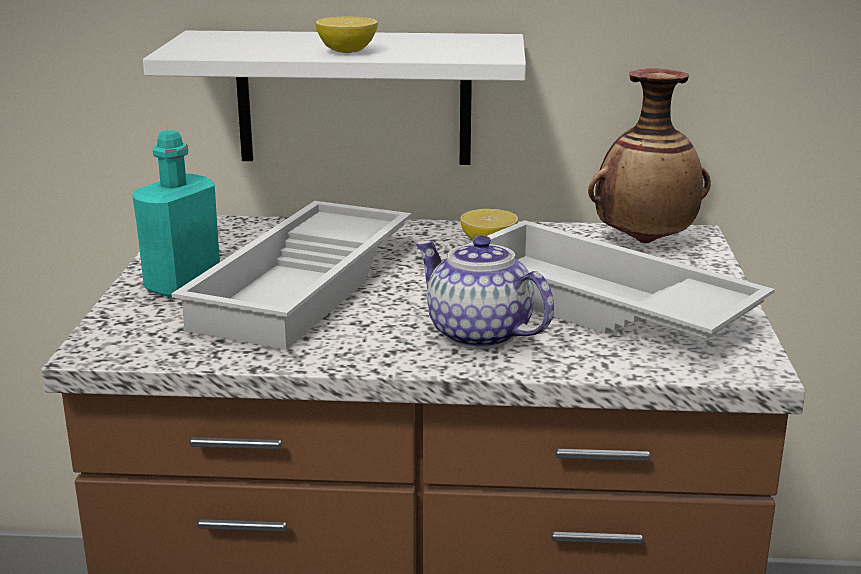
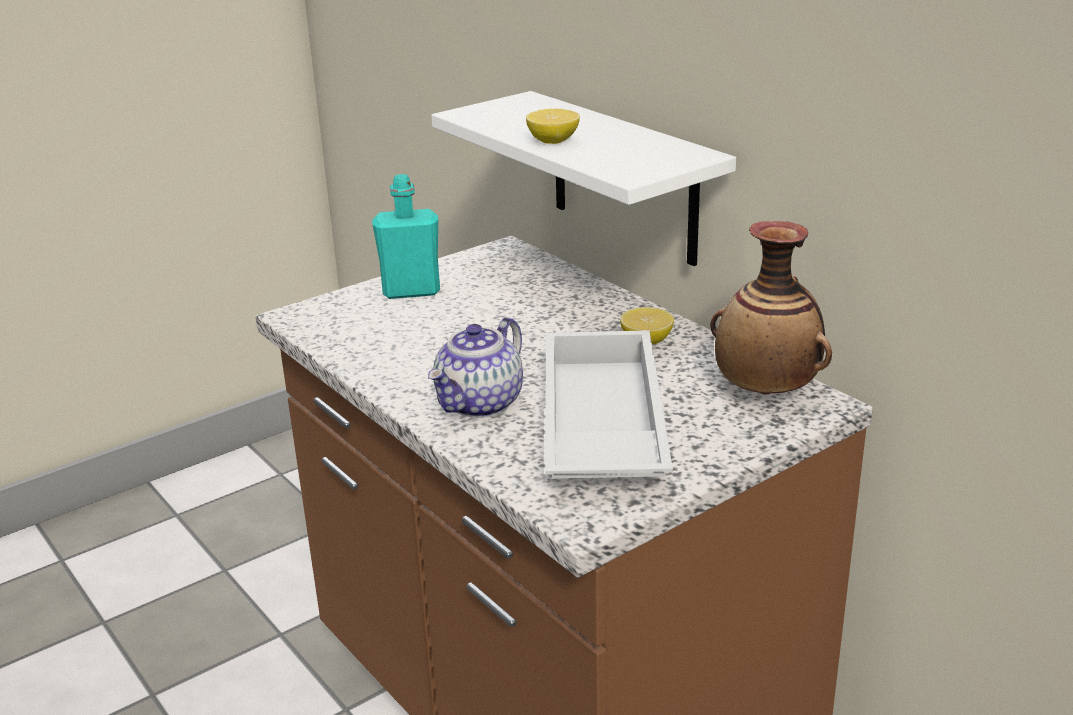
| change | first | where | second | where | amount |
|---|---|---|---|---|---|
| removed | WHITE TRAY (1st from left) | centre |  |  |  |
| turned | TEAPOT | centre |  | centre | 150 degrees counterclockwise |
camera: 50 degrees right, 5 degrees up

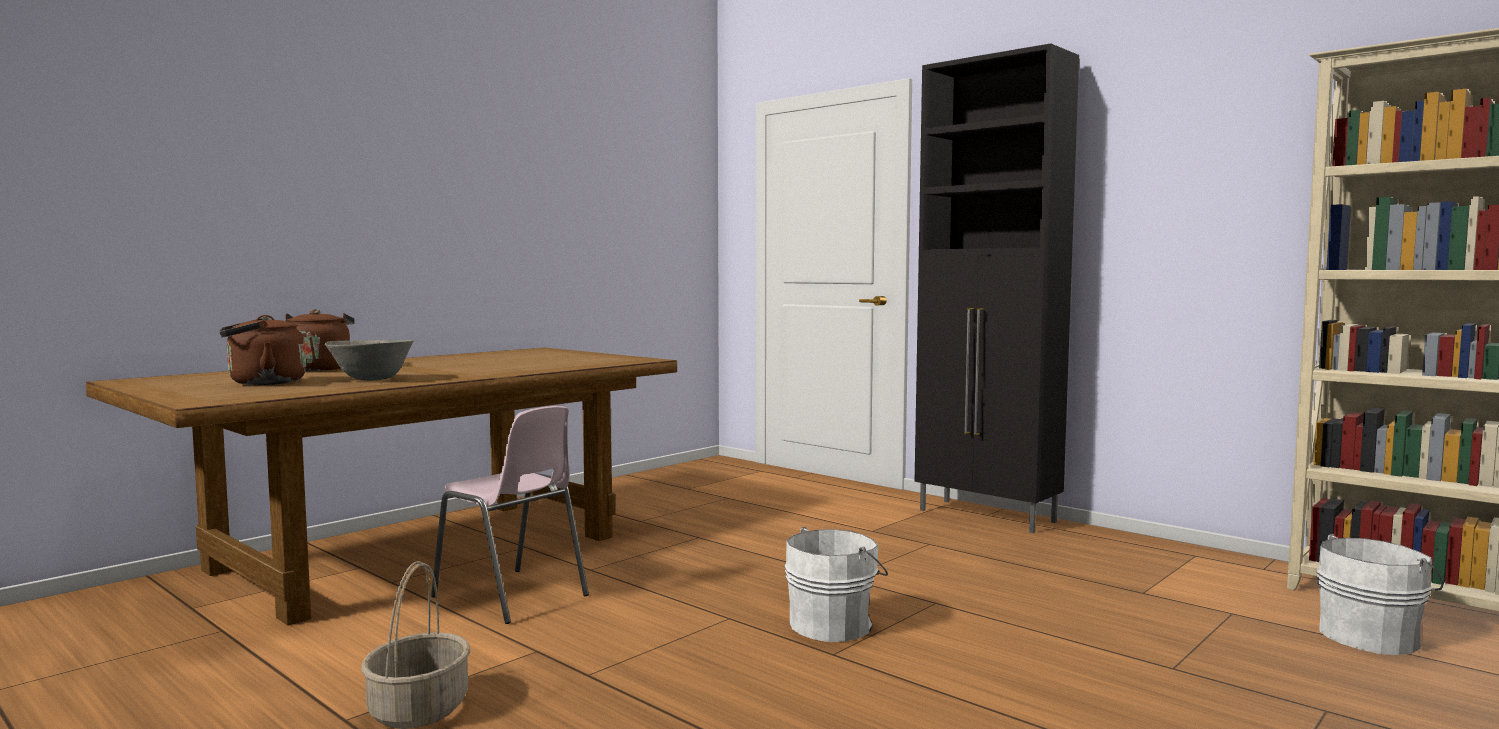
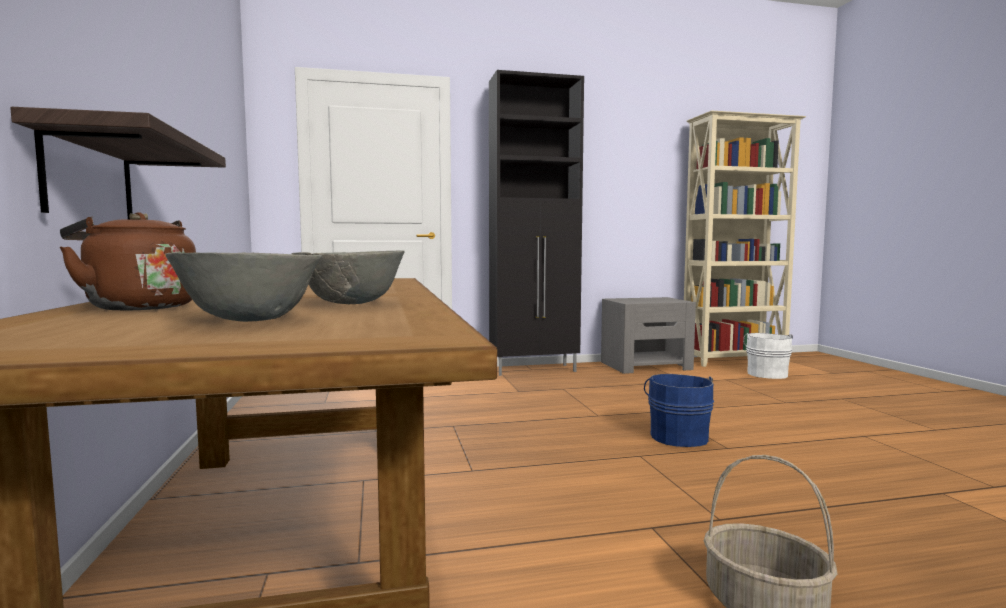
| change | first | where | second | where | amount |
|---|---|---|---|---|---|
| replaced | BROWN KETTLE (1st from left) | middle left | GREY BOWL (1st from left) | middle left |  |
| removed | PINK CHAIR | bottom centre |  |  |  |
| recoloured | WHITE BUCKET (1st from left) | bottom centre | BLUE BUCKET | bottom right |  |
| added |  |  | SHELF | top left |  |
| added |  |  | GREY NIGHTSTAND | centre |  |
camera: 55 degrees left, 0 degrees up

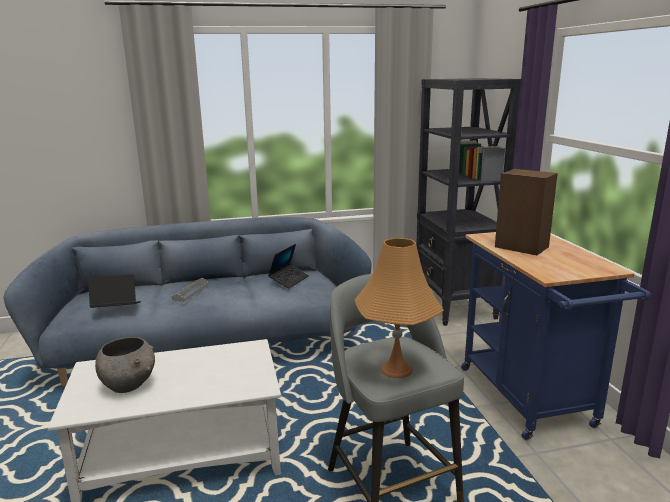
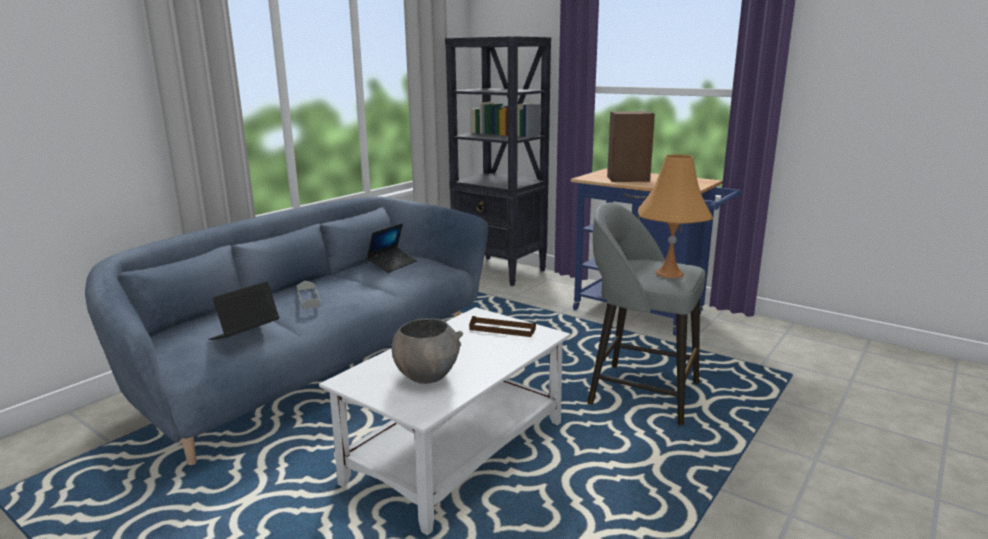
| change | first | where | second | where | amount |
|---|---|---|---|---|---|
| turned | LAPTOP (2nd from left) | centre |  | centre | 45 degrees clockwise |
| added |  |  | BROWN TRAY | centre |  |
camera: 40 degrees left, 0 degrees up

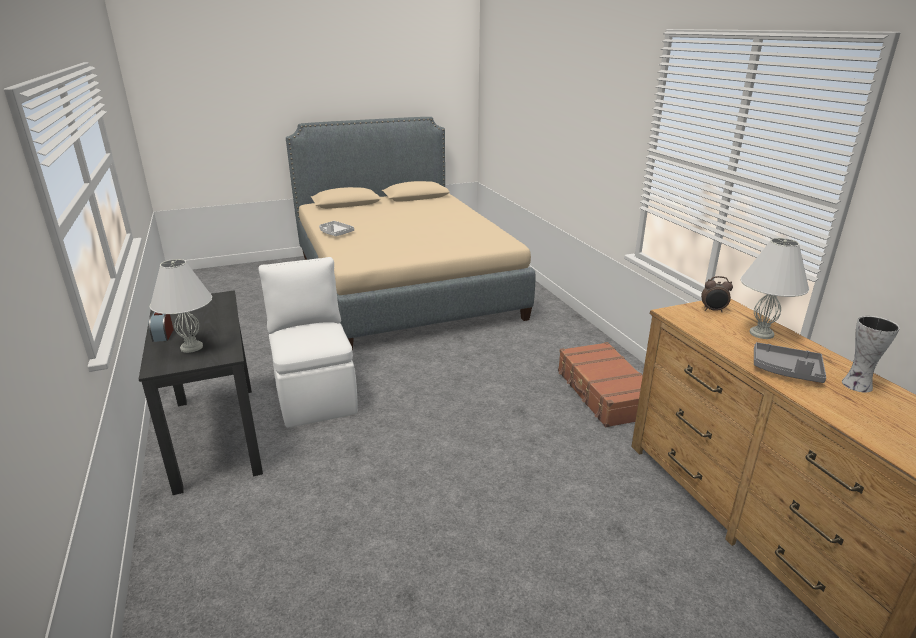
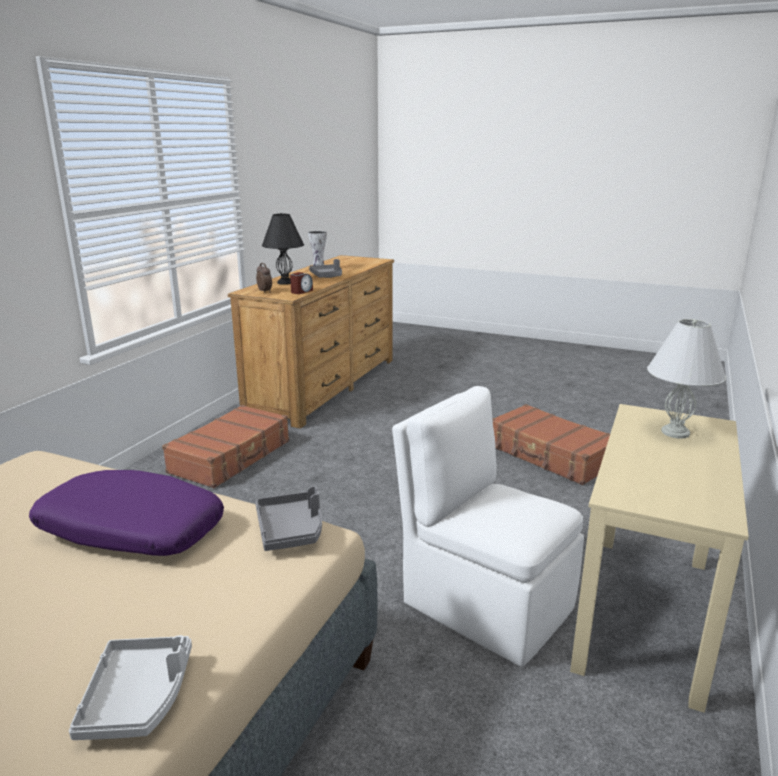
| change | first | where | second | where | amount |
|---|---|---|---|---|---|
| recoloured | BLACK DESK | middle left | BEIGE DESK | bottom right |  |
| moved | ALARM CLOCK (1st from left in the first image) | middle left | ALARM CLOCK (2nd from left) | centre |  |
| turned | WHITE CHAIR | centre |  | bottom centre | 105 degrees clockwise |
| recoloured | WHITE TABLE LAMP (2nd from left) | middle right | BLACK TABLE LAMP | top centre |  |
| added |  |  | PURPLE PILLOW | middle left |  |
| added |  |  | GREY TRAY (2nd from left) | bottom centre |  |
| added |  |  | BROWN SUITCASE (2nd from left) | middle right |  |
camera: 135 degrees left, 5 degrees down

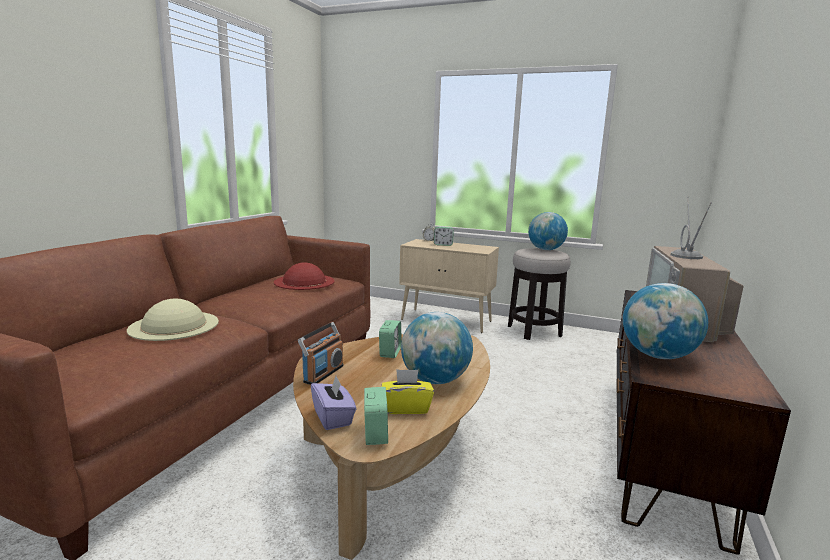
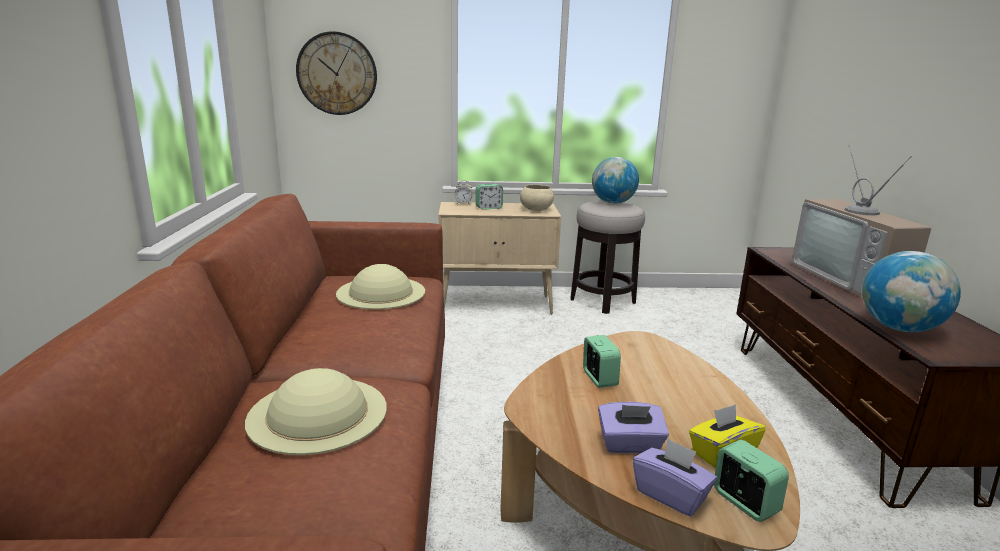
| change | first | where | second | where | amount |
|---|---|---|---|---|---|
| recoloured | RED HAT | centre | BEIGE HAT (2nd from left) | centre |  |
| removed | RADIO | centre |  |  |  |
| removed | GLOBE (1st from left) | centre |  |  |  |
| added |  |  | WALL CLOCK | top centre |  |
| added |  |  | BEIGE BOWL | centre |  |
| added |  |  | PURPLE TISSUE BOX (1st from left) | bottom centre |  |
camera: 25 degrees left, 5 degrees up

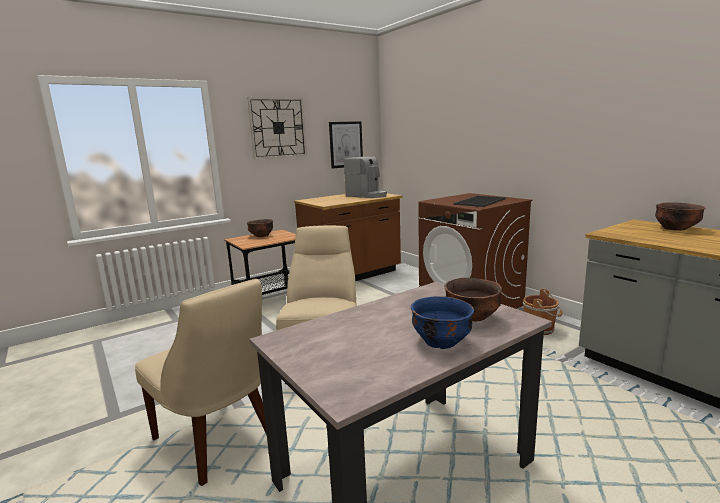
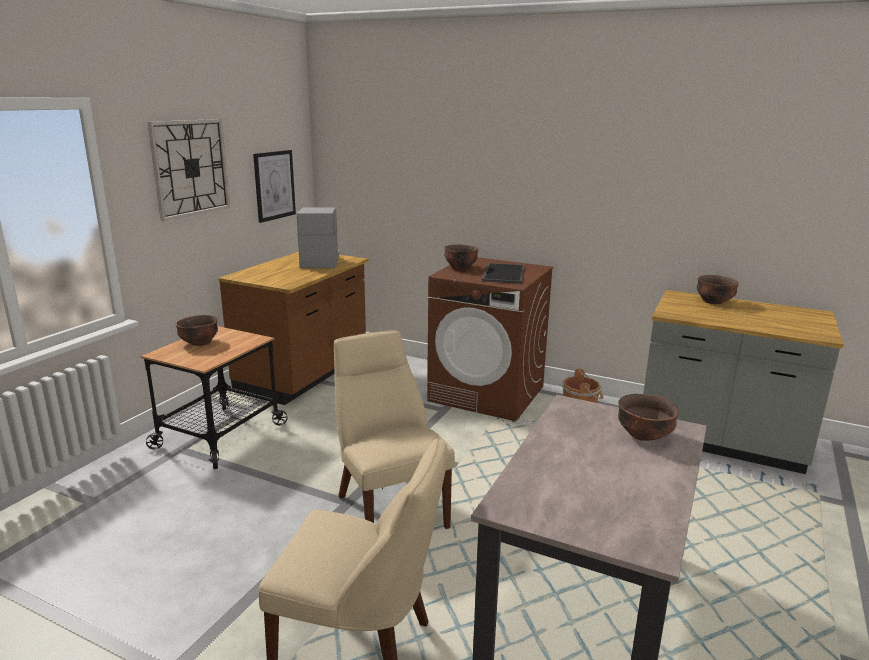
| change | first | where | second | where | amount |
|---|---|---|---|---|---|
| turned | COFFEE MACHINE | centre |  | centre | 105 degrees counterclockwise |
| removed | BLUE BOWL | centre |  |  |  |
| added |  |  | BROWN BOWL (2nd from left) | centre |  |
camera: 30 degrees left, 5 degrees up

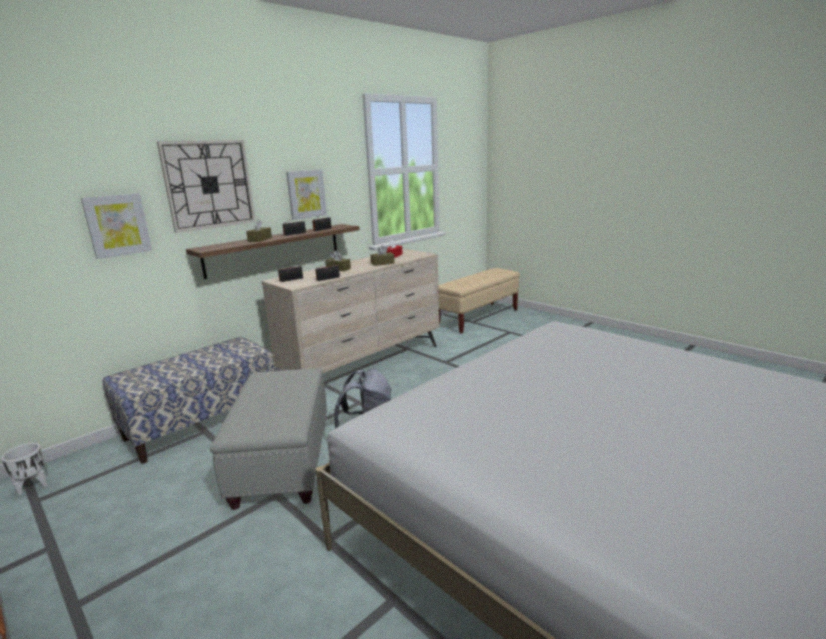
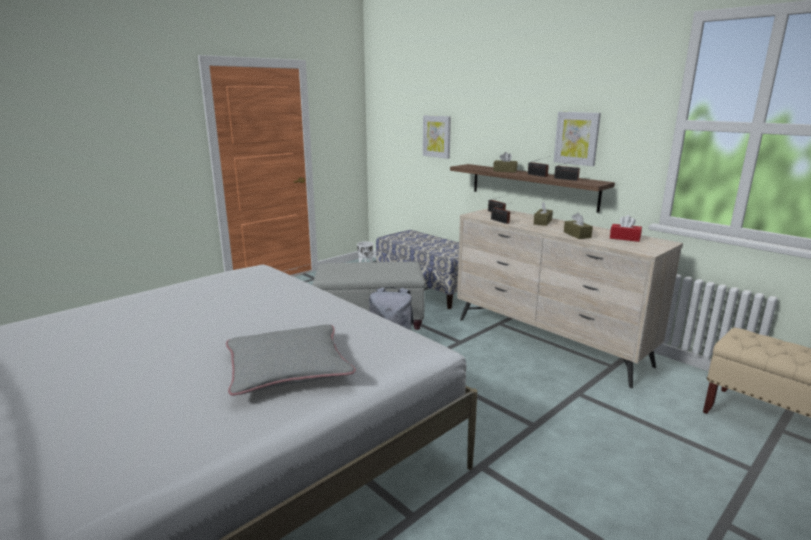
| change | first | where | second | where | amount |
|---|---|---|---|---|---|
| removed | WALL CLOCK | top left |  |  |  |
| added |  |  | GREY PILLOW | bottom centre |  |
camera: 90 degrees right, 0 degrees up

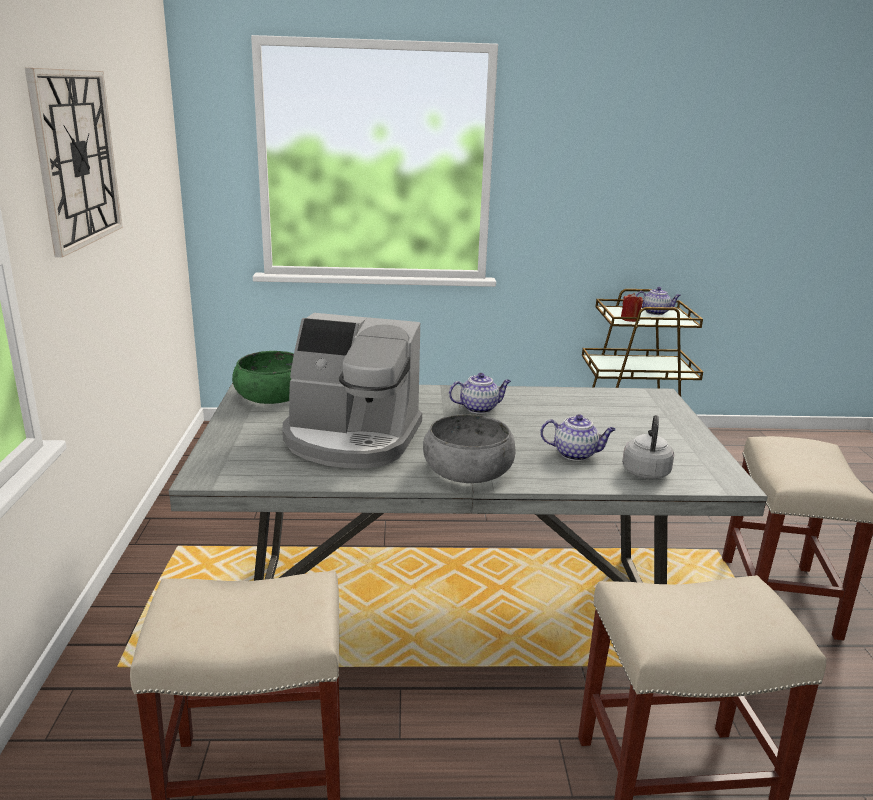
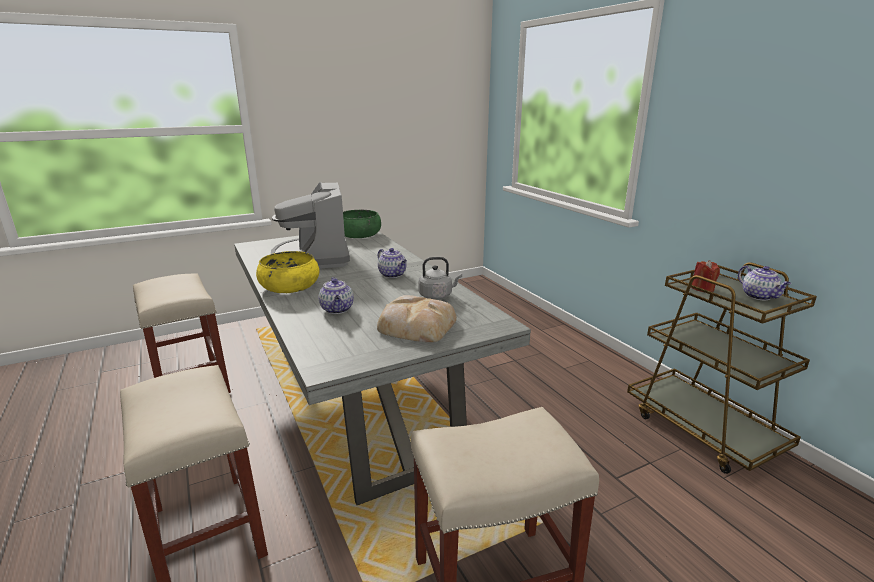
| change | first | where | second | where | amount |
|---|---|---|---|---|---|
| removed | WALL CLOCK | top left |  |  |  |
| recoloured | GREY BOWL | centre | YELLOW BOWL | middle left |  |
| moved | GREY KETTLE | middle right |  | centre |  |
| added |  |  | BREAD | centre |  |
camera: 65 degrees right, 0 degrees up

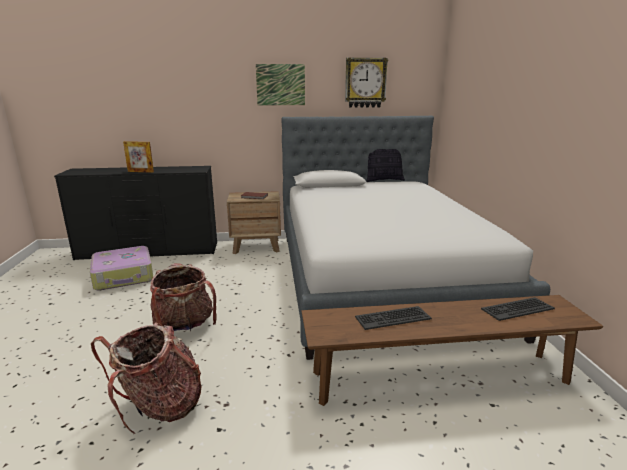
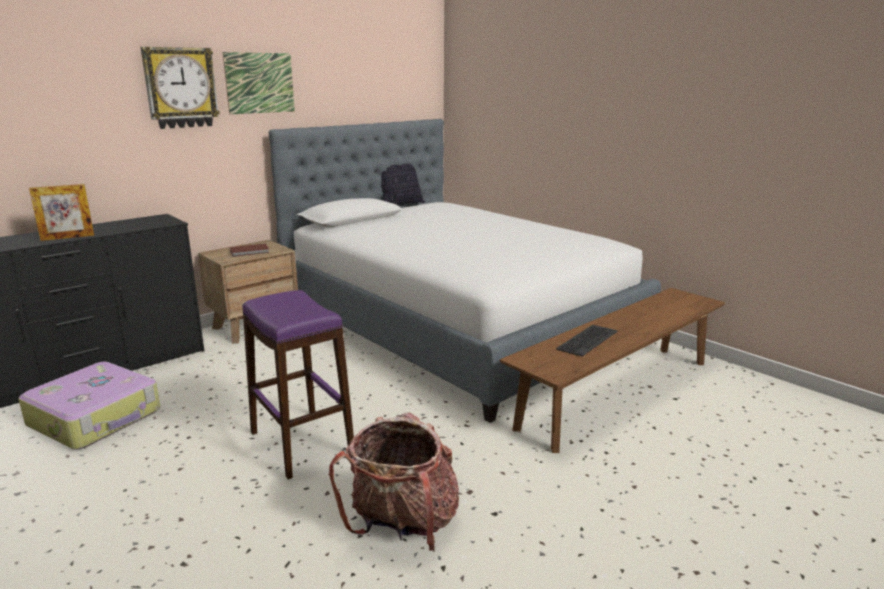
| change | first | where | second | where | amount |
|---|---|---|---|---|---|
| replaced | BACKPACK (2nd from left) | middle left | PURPLE STOOL | centre |  |
| moved | WALL CLOCK | top centre |  | top left |  |
| removed | KEYBOARD (2nd from left) | middle right |  |  |  |
camera: 35 degrees left, 0 degrees up

